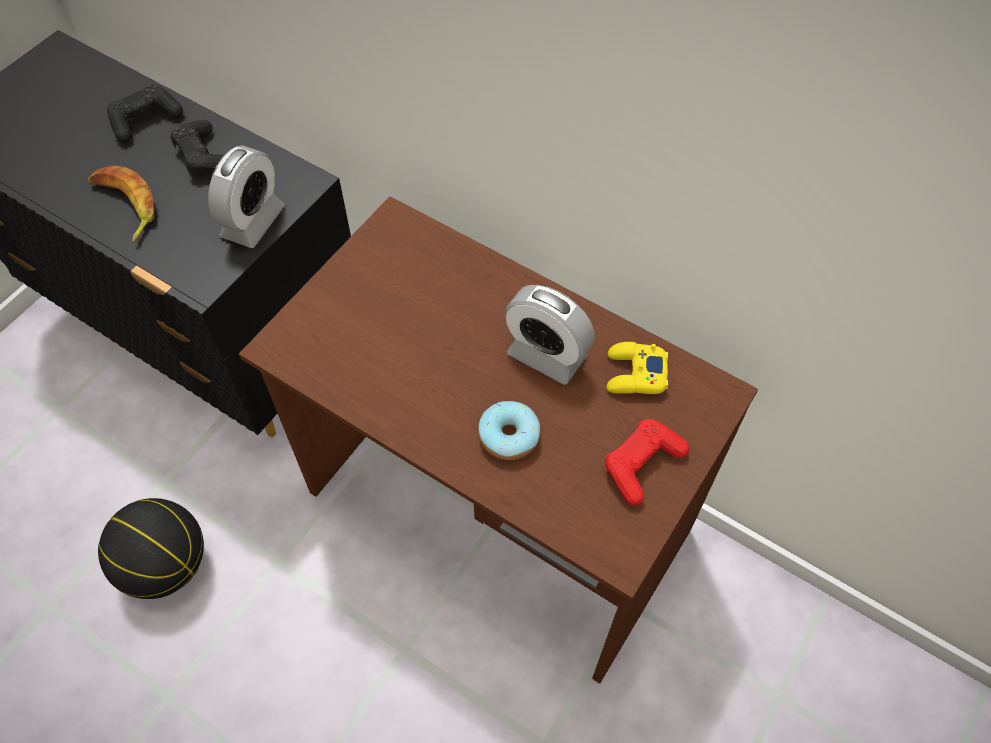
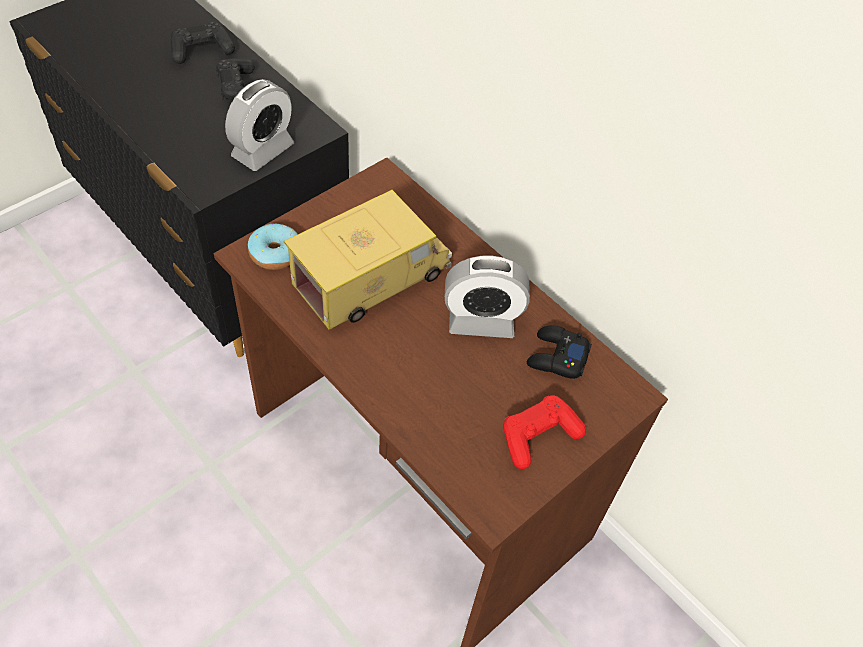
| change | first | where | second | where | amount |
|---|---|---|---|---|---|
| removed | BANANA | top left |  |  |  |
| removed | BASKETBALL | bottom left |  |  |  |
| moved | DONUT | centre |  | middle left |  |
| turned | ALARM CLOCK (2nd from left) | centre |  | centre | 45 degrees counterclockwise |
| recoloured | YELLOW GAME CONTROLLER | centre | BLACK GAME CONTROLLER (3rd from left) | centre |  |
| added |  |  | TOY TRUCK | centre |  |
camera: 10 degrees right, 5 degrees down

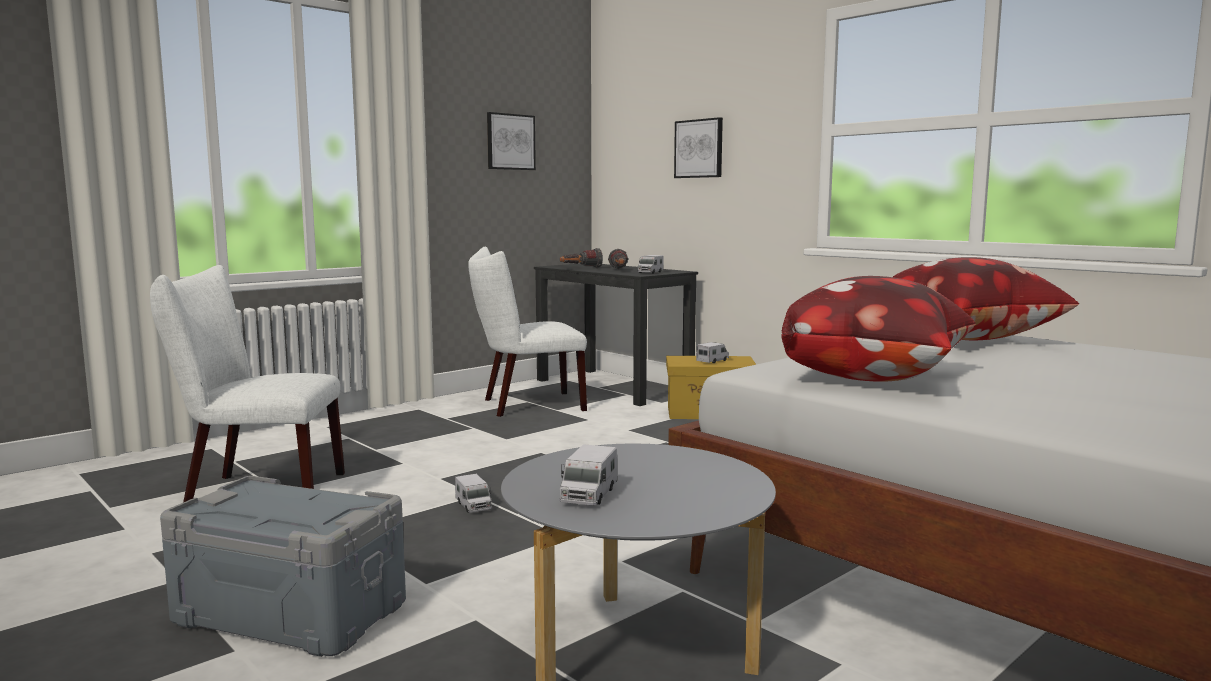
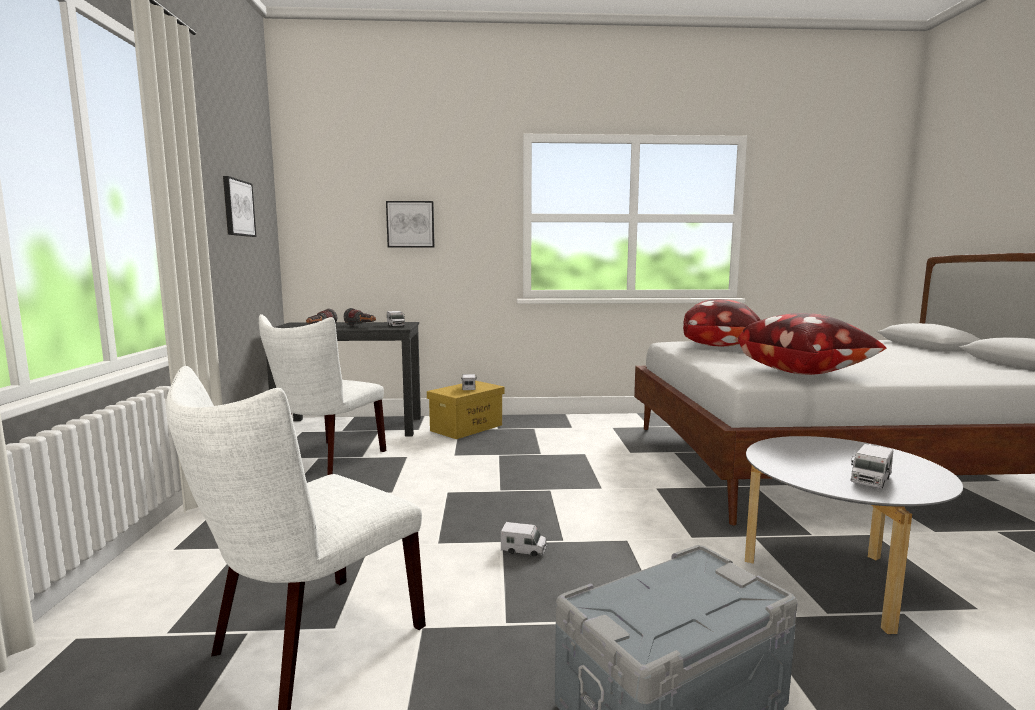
| change | first | where | second | where | amount |
|---|---|---|---|---|---|
| turned | TOY TRUCK (2nd from left in the first image) | bottom centre | TOY TRUCK (4th from left) | middle right | 75 degrees clockwise |
camera: 50 degrees left, 0 degrees up

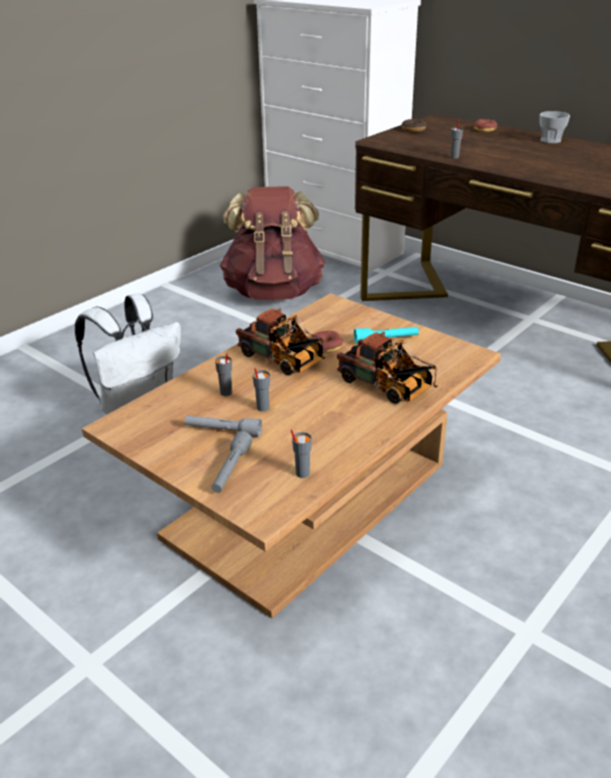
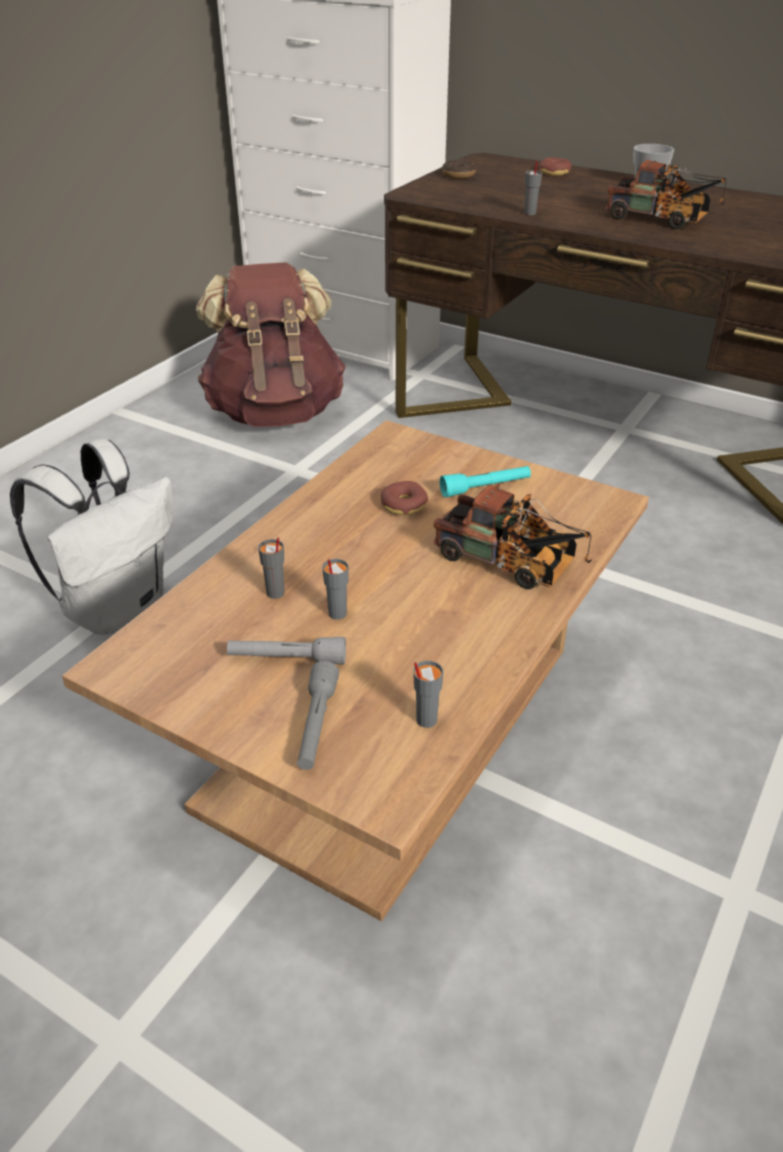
| change | first | where | second | where | amount |
|---|---|---|---|---|---|
| moved | TOY TRUCK (1st from left in the first image) | centre | TOY TRUCK (2nd from left) | top right |  |
camera: 10 degrees left, 5 degrees up

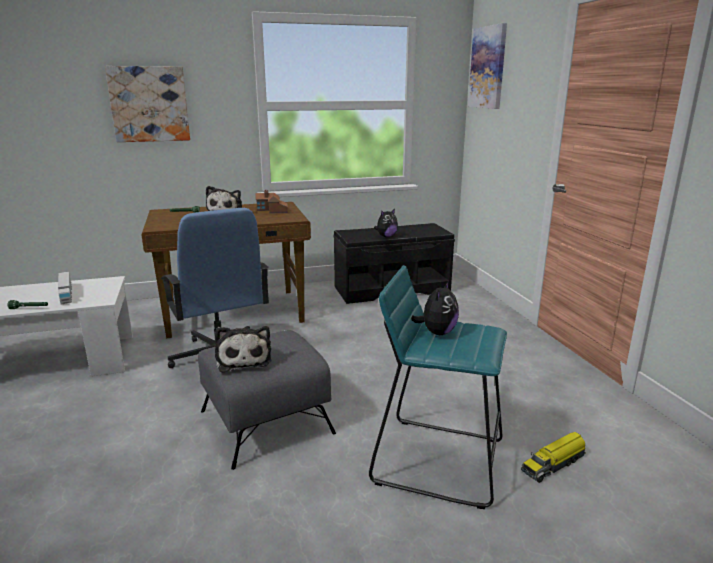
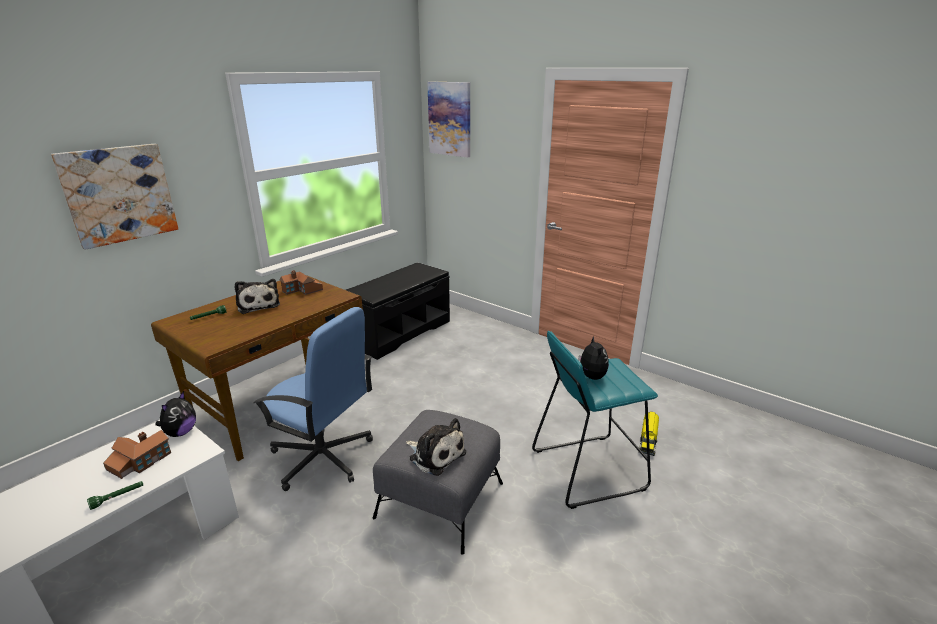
| change | first | where | second | where | amount |
|---|---|---|---|---|---|
| replaced | TOY TRUCK (1st from left) | middle left | TOY HOUSE (1st from left) | bottom left |  |
| moved | PLUSH TOY (3rd from left in the first image) | centre | PLUSH TOY (1st from left) | middle left |  |
camera: 35 degrees left, 5 degrees up

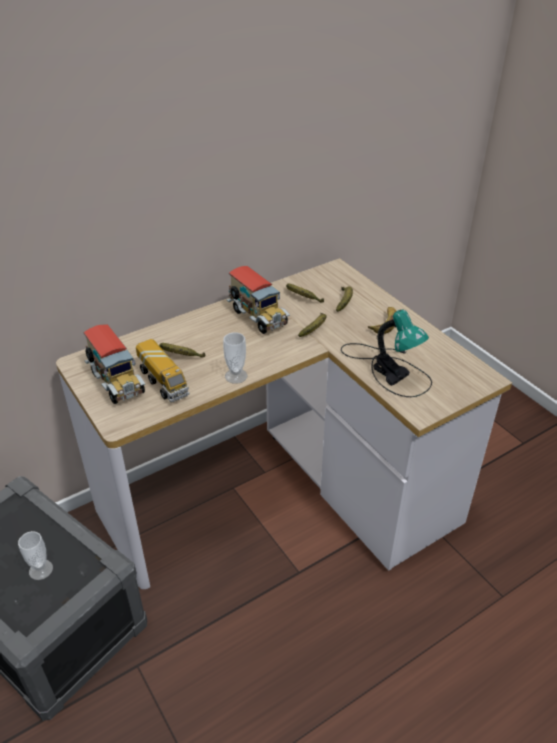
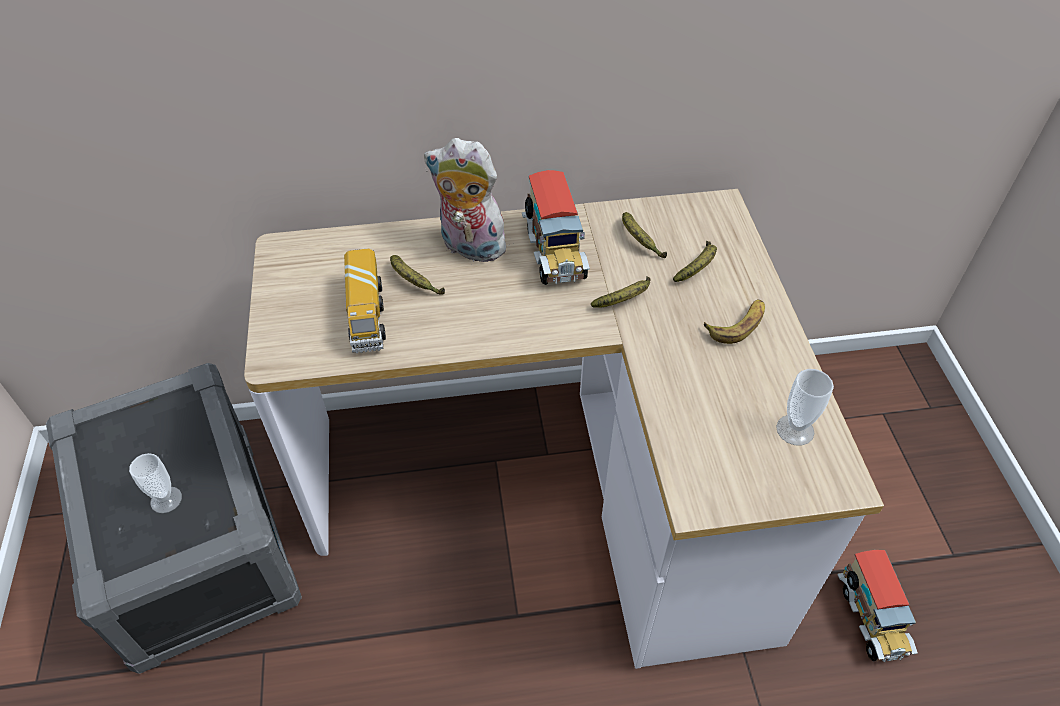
| change | first | where | second | where | amount |
|---|---|---|---|---|---|
| moved | TOY TRUCK (1st from left in the first image) | middle left | TOY TRUCK (3rd from left) | bottom right |  |
| moved | CUP (2nd from left) | centre |  | middle right |  |
| removed | TABLE LAMP | middle right |  |  |  |
| added |  |  | PLUSH TOY | top centre |  |
camera: 25 degrees right, 10 degrees up

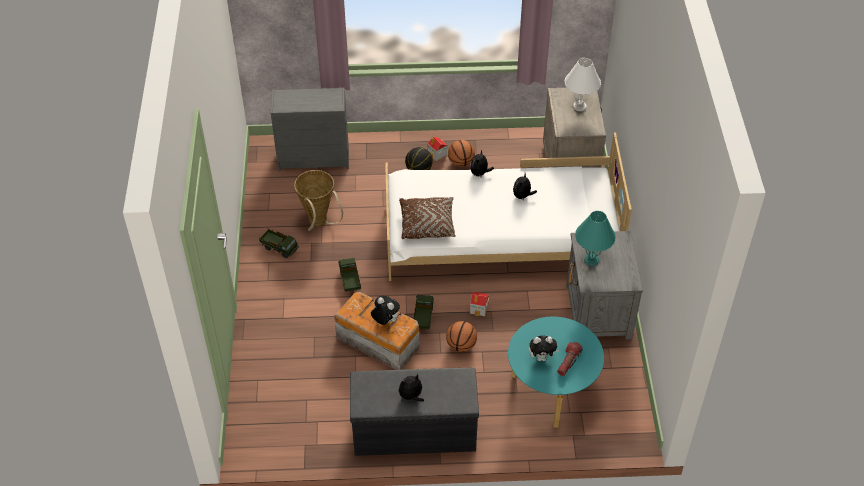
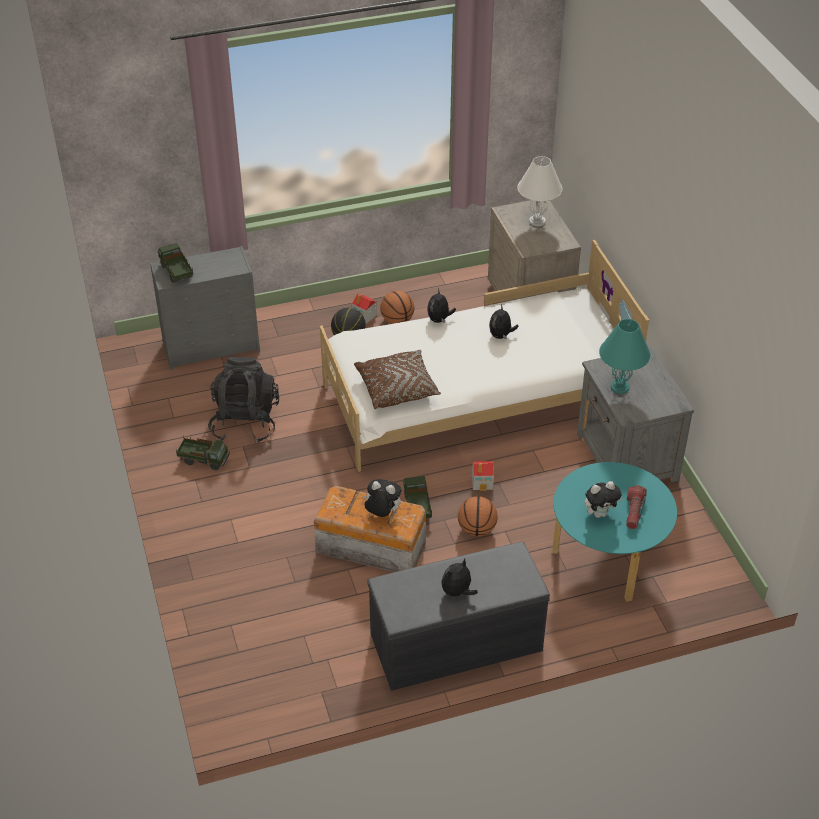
| change | first | where | second | where | amount |
|---|---|---|---|---|---|
| replaced | BASKET | centre | BLACK BACKPACK | middle left |  |
| moved | TOY TRUCK (2nd from left in the first image) | centre | TOY TRUCK (1st from left) | top left |  |
camera: 15 degrees left, 5 degrees down

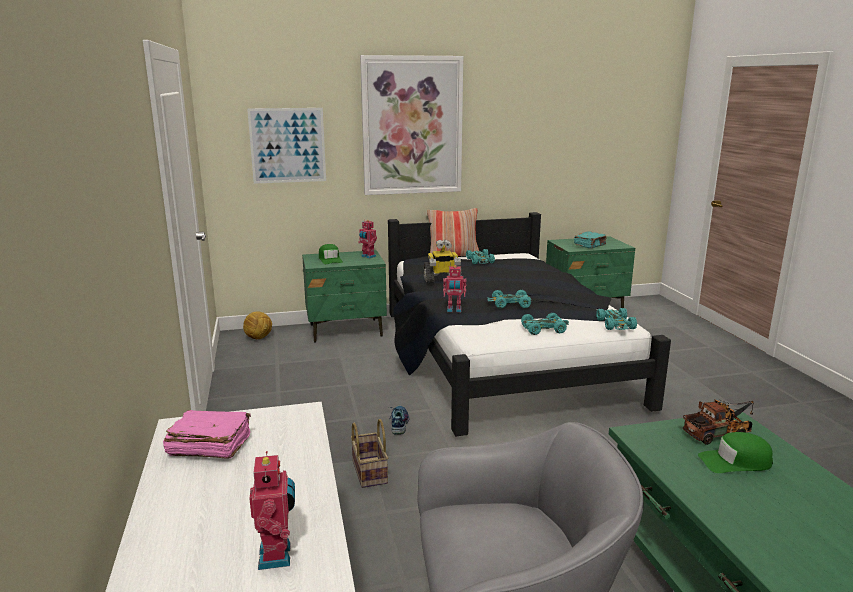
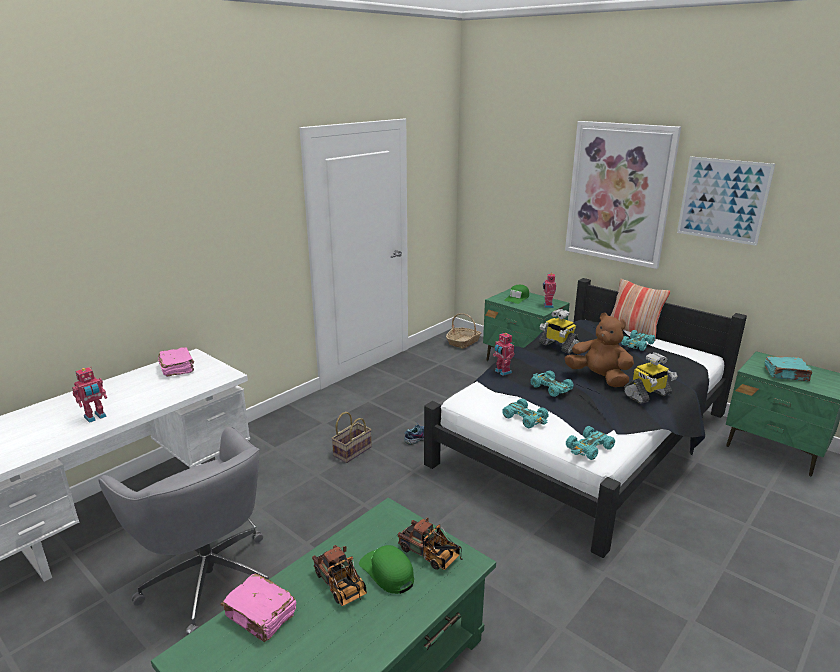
| change | first | where | second | where | amount |
|---|---|---|---|---|---|
| replaced | FOOTBALL | middle left | BASKET (2nd from left) | centre |  |
| moved | PICTURE (1st from left in the first image) | top centre | PICTURE (2nd from left) | top right |  |
| added |  |  | PINK BOOK (2nd from left) | bottom left |  |
| added |  |  | TOY TRUCK (1st from left) | bottom centre |  |
| added |  |  | BROWN PLUSH TOY | middle right |  |
| added |  |  | TOY ROBOT (5th from left) | middle right |  |
camera: 55 degrees right, 5 degrees up

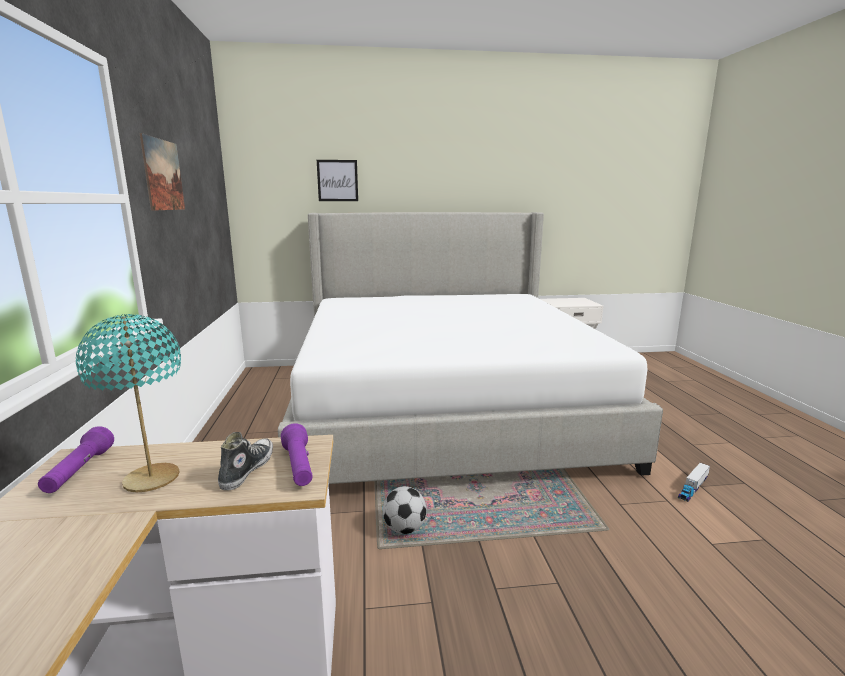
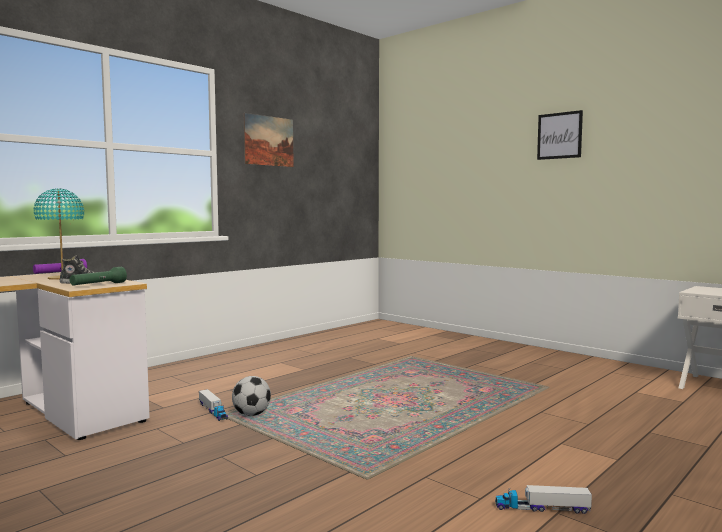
| change | first | where | second | where | amount |
|---|---|---|---|---|---|
| removed | BED | centre |  |  |  |
| recoloured | PURPLE FLASHLIGHT (2nd from left) | bottom centre | GREEN FLASHLIGHT | middle left |  |
| moved | PICTURE (2nd from left) | top centre |  | top right |  |
| added |  |  | TOY TRUCK (1st from left) | bottom left |  |
camera: 50 degrees right, 10 degrees down

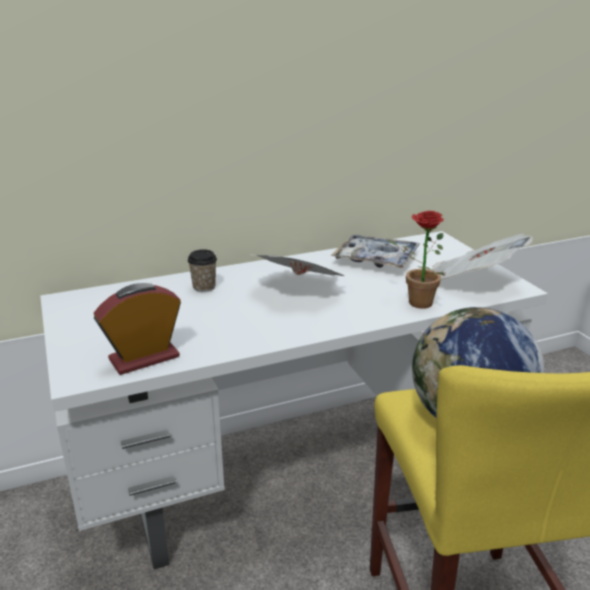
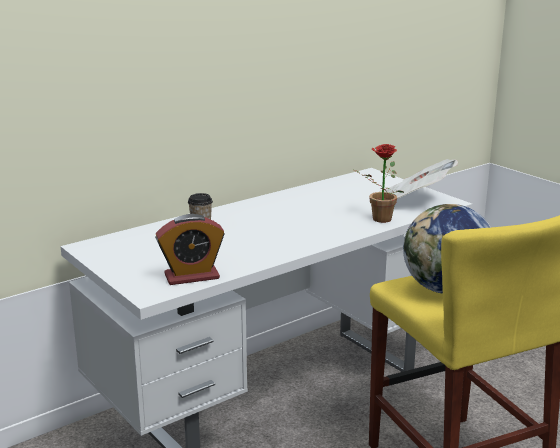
| change | first | where | second | where | amount |
|---|---|---|---|---|---|
| turned | ALARM CLOCK | middle left |  | centre | 150 degrees counterclockwise |
| removed | NEWSPAPER (1st from left) | centre |  |  |  |
| removed | TRAY | centre |  |  |  |
camera: 15 degrees left, 5 degrees down

